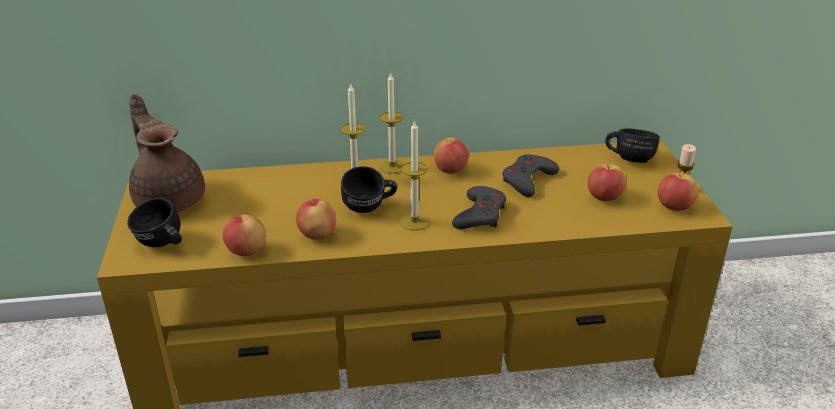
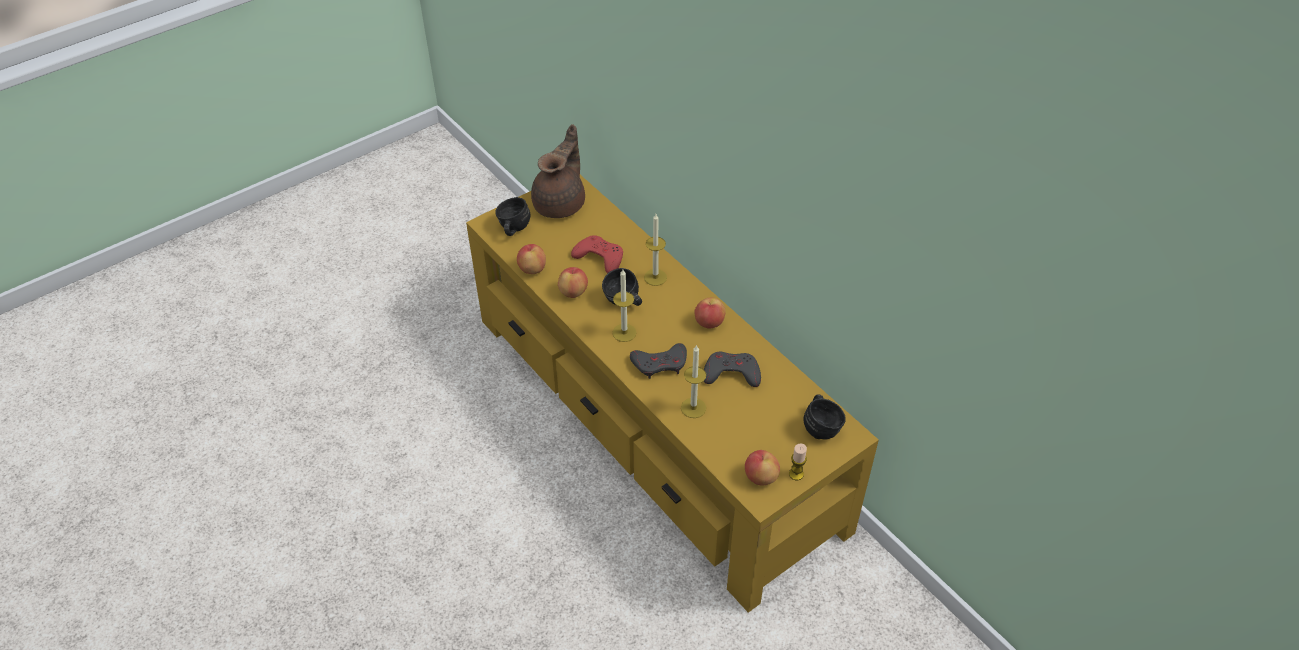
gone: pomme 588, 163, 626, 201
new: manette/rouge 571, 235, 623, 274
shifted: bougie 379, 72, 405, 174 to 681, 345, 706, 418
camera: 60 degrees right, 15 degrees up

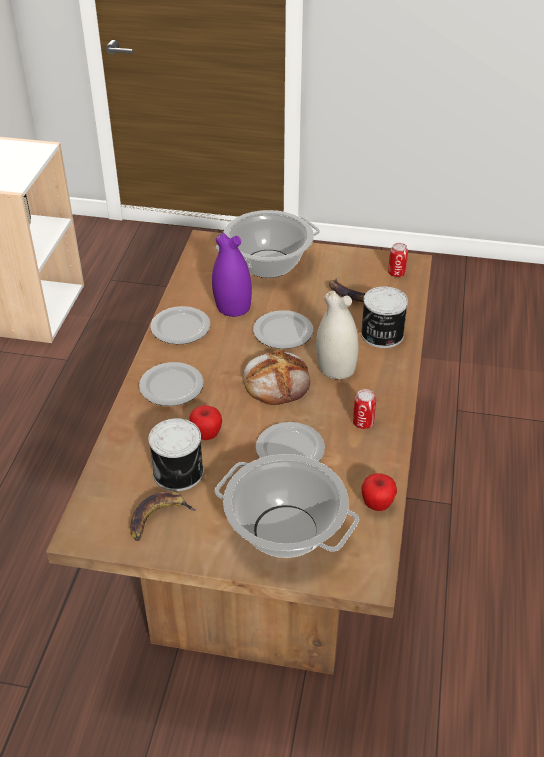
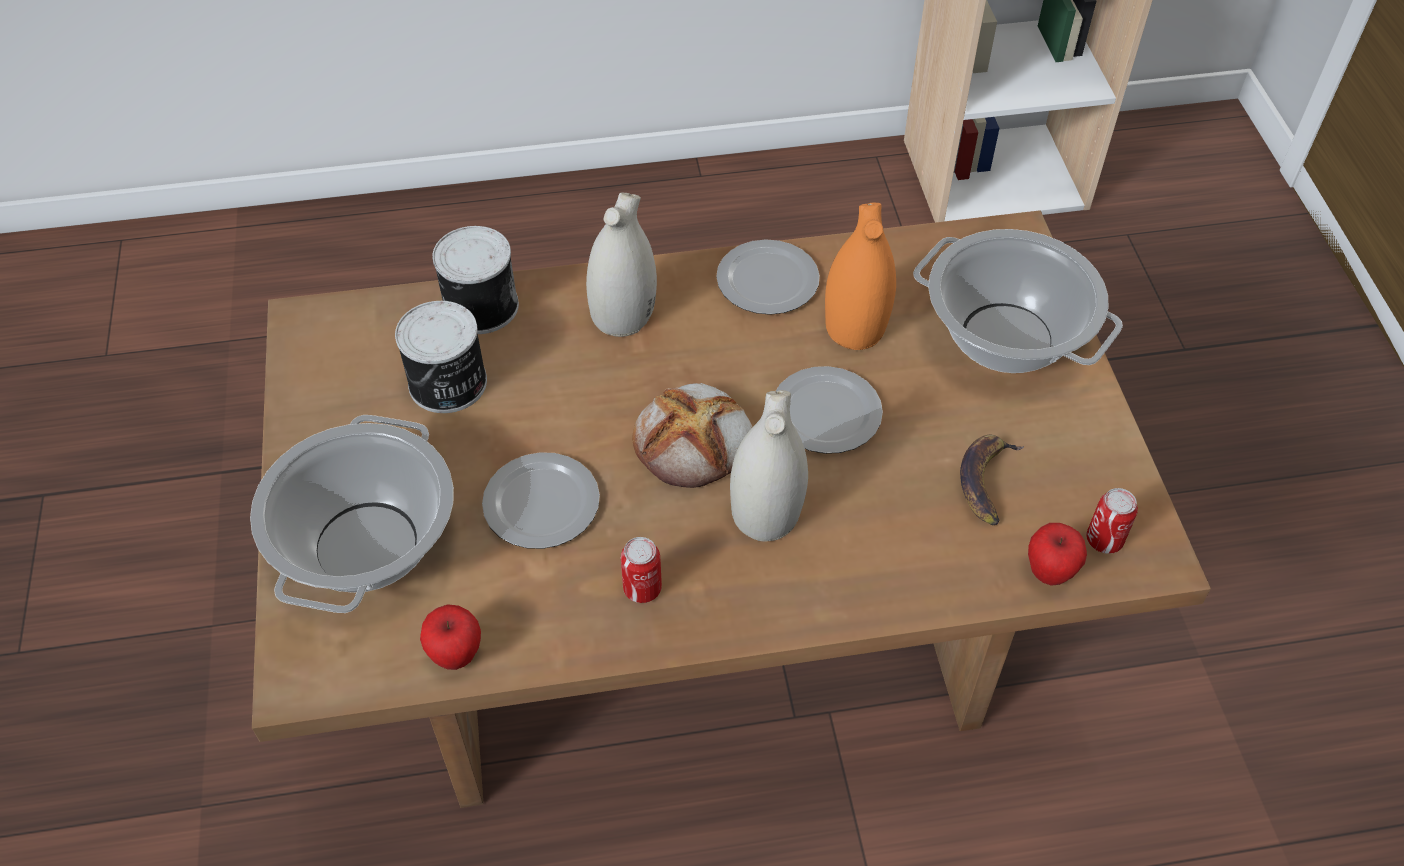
gone: banane 130, 491, 195, 541
shifted: pomme 189, 405, 222, 440 to 1028, 523, 1087, 586; boîte métallique 361, 286, 408, 348 to 432, 226, 519, 334
swapped: assiette 139, 362, 204, 406 to vase/blanc 586, 192, 657, 337
repainted: vase/violet 212, 233, 252, 317 to vase/orange 825, 202, 896, 350
camera: 70 degrees right, 10 degrees up

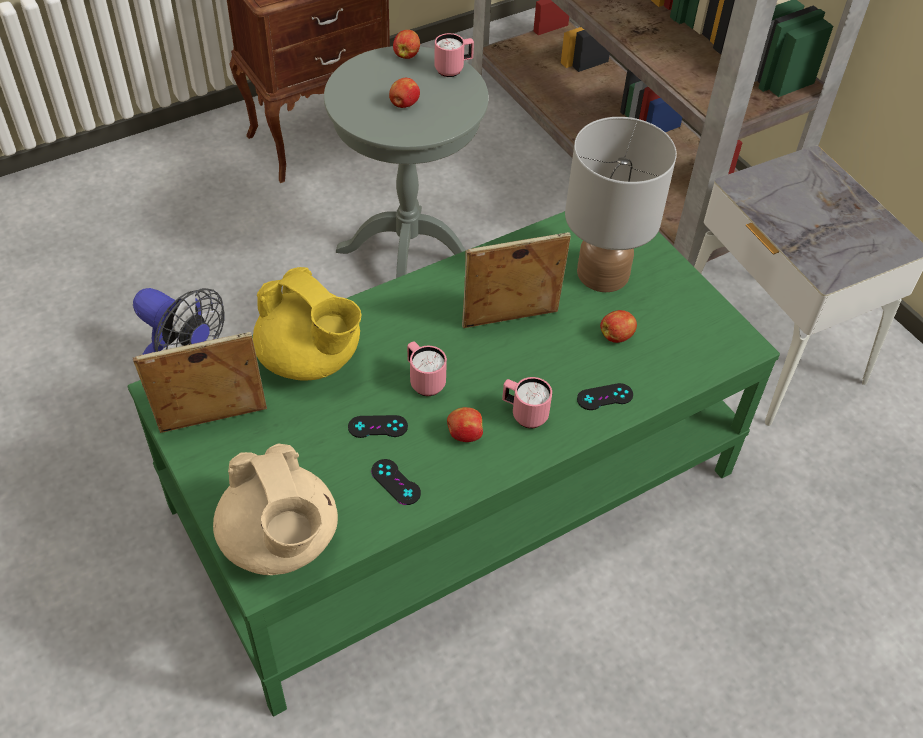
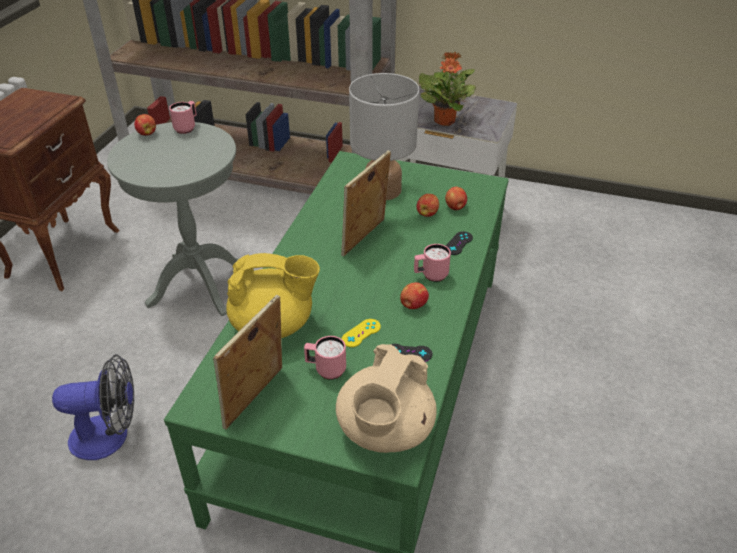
new: plante en pot 419, 52, 476, 126
shifted: pomme 389, 78, 420, 108 to 445, 187, 467, 210; mug/rose 407, 341, 447, 396 to 304, 336, 346, 380
repainted: manette/noir 348, 415, 408, 438 to manette/jaune 341, 319, 381, 347
rotated: théière/beige 213, 443, 338, 575 = 336, 344, 437, 453 90 degrees clockwise
camera: 40 degrees left, 10 degrees down

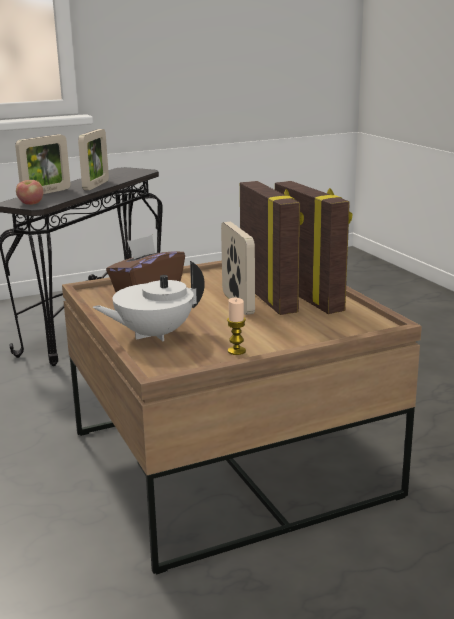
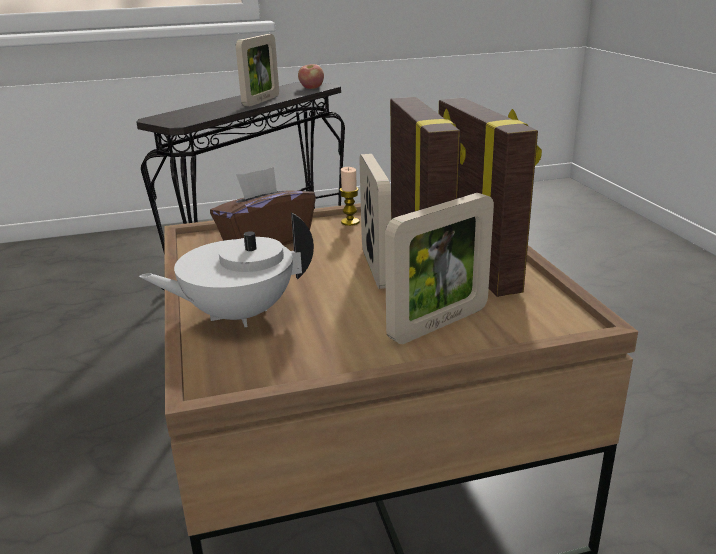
shifted: cadre photo 15, 134, 70, 194 to 385, 193, 494, 344; pomme 16, 180, 44, 205 to 298, 64, 324, 89; bougie 227, 298, 246, 355 to 340, 167, 360, 226
camera: 10 degrees right, 5 degrees up

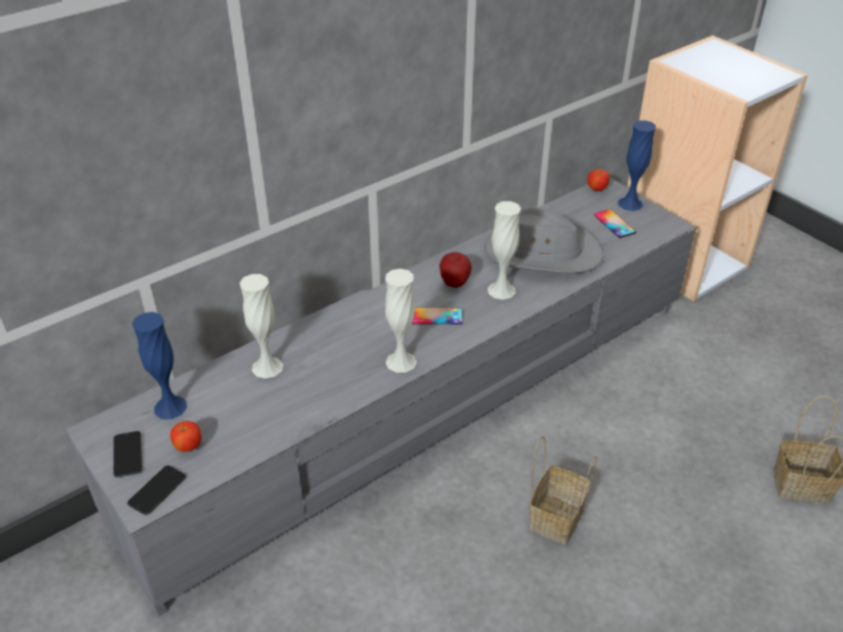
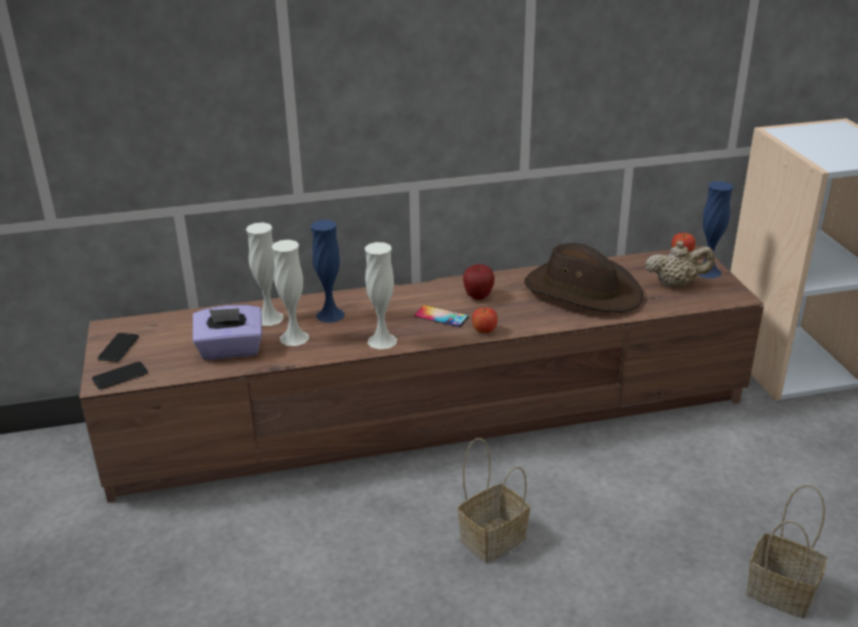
new: boîte à mouchoirs/violet 193, 305, 262, 360
shifted: vase/bleu 132, 312, 187, 419 to 311, 220, 345, 323; pomme 170, 421, 202, 452 to 472, 307, 498, 333; vase/blanc 488, 201, 521, 300 to 272, 240, 309, 346
swapped: téléphone 594, 209, 636, 238 to théière/beige 645, 241, 715, 287
repainted: meuble télé/gris 65, 177, 696, 616 to meuble télé/marron 79, 246, 764, 503; chapeau/gris 484, 208, 603, 273 to chapeau/marron 524, 243, 643, 313
camera: 25 degrees right, 10 degrees down

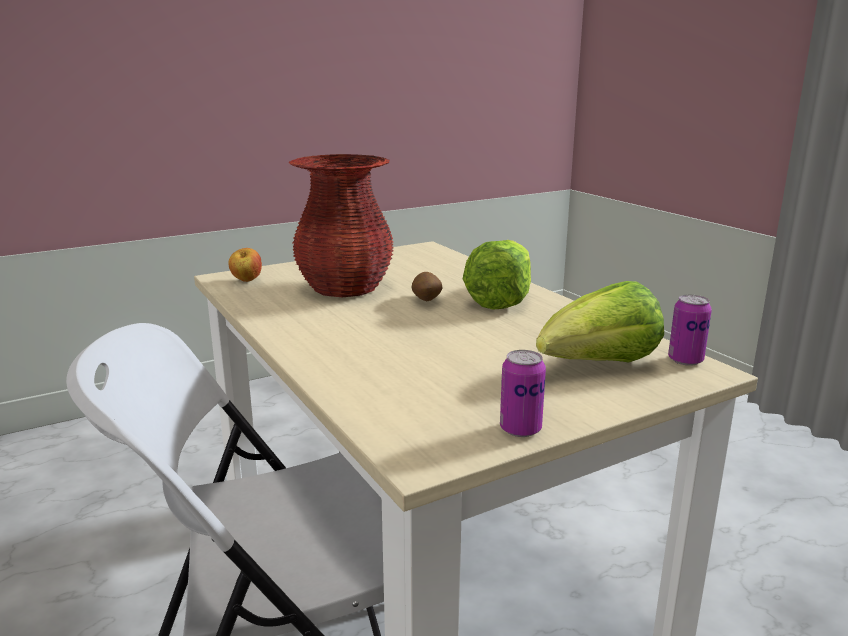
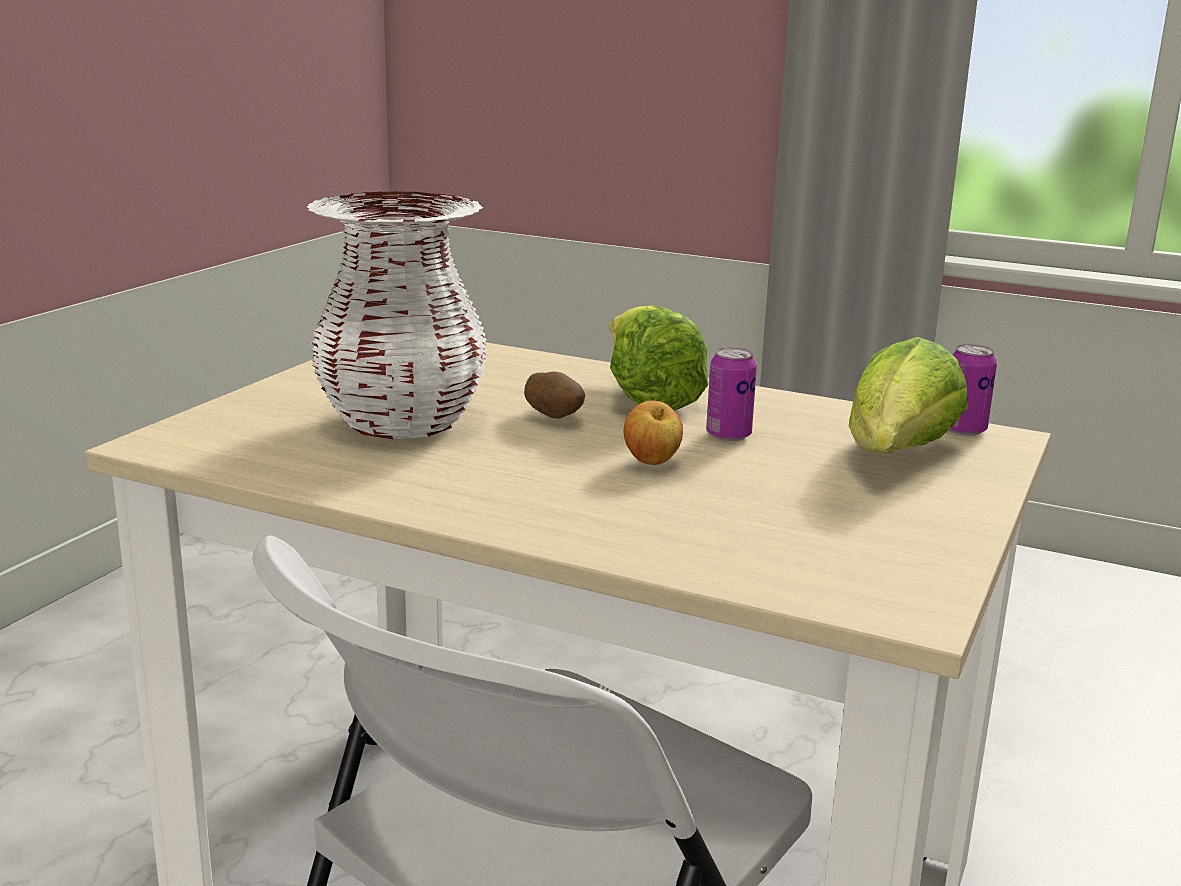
shifted: pomme 228, 248, 262, 282 to 623, 400, 683, 465; boîte métallique 500, 350, 546, 437 to 706, 347, 757, 441
repainted: vase/rouge 289, 154, 394, 297 to vase/blanc 306, 191, 487, 439
camera: 35 degrees left, 0 degrees up

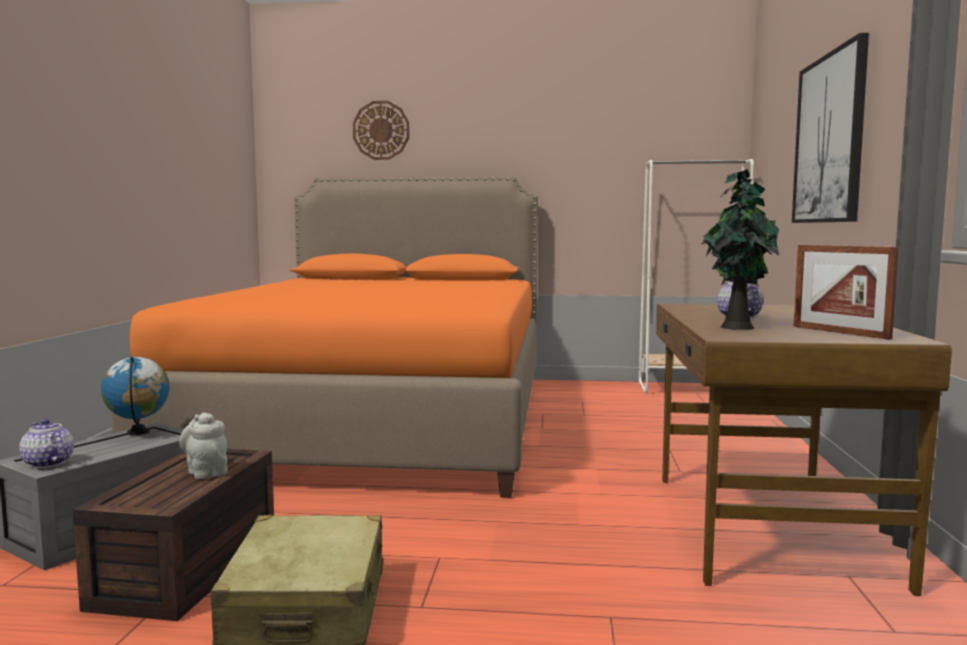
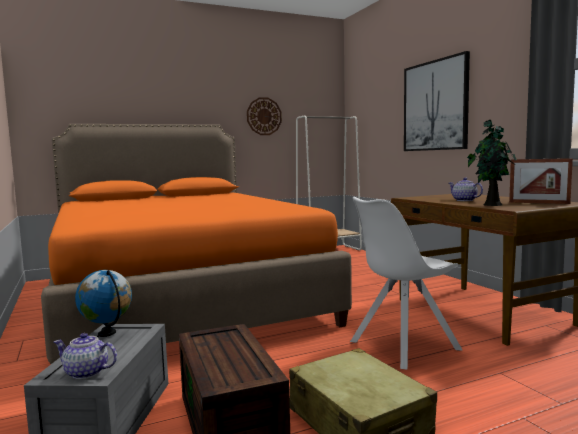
gone: théière/gris 179, 412, 227, 479
new: chaise/blanc 350, 197, 463, 369
shifted: horloge murale 353, 101, 410, 160 to 247, 97, 282, 135
camera: 30 degrees left, 0 degrees up

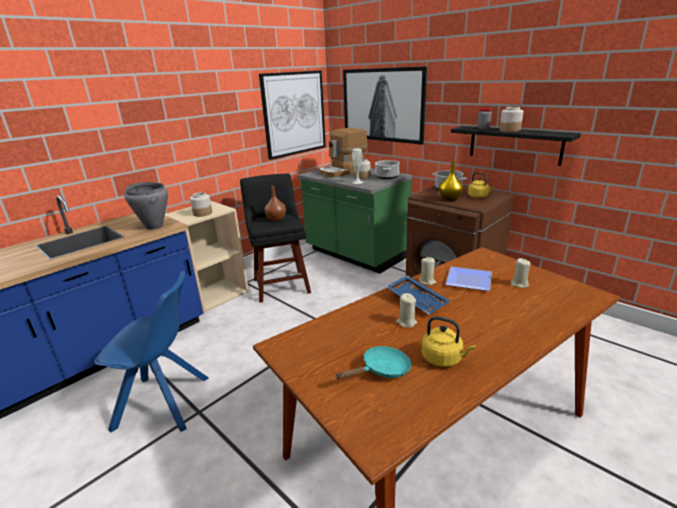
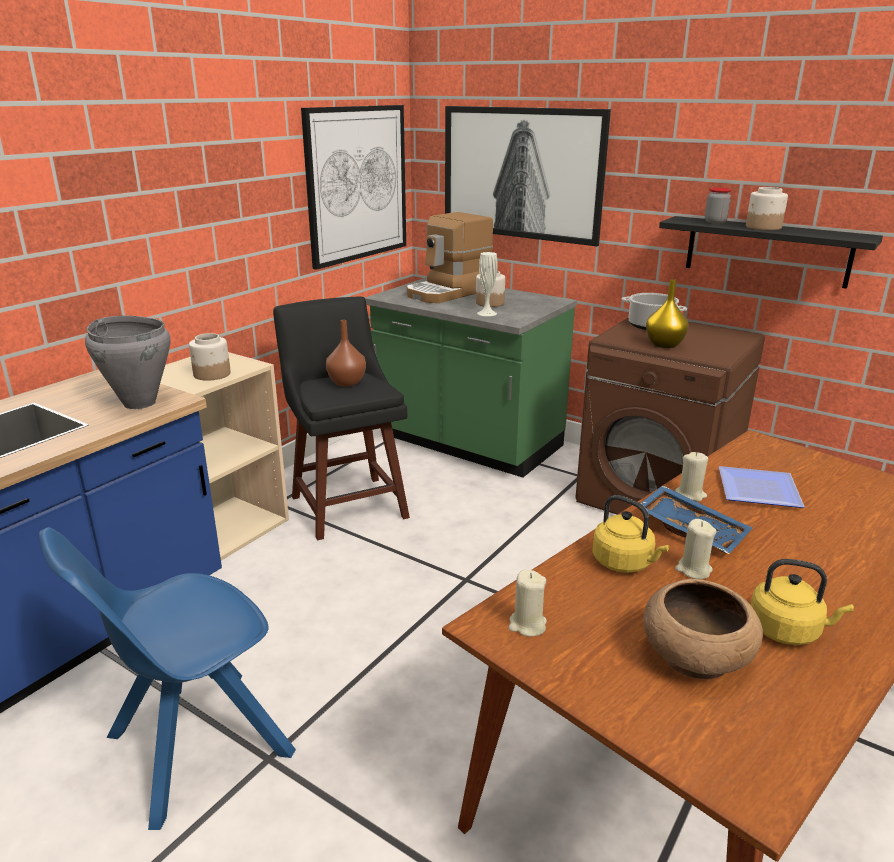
gone: marmite 375, 160, 400, 179
shifted: bouilloire/jaune 468, 172, 494, 198 to 592, 495, 669, 573; bougie/beige 511, 258, 530, 288 to 508, 569, 547, 637
swapped: poêle/turquoise 335, 346, 412, 379 to bol/marron 643, 579, 763, 679
rotated: chaise/bleu 94, 271, 209, 432 = 39, 527, 296, 830 150 degrees clockwise
camera: 10 degrees left, 0 degrees up

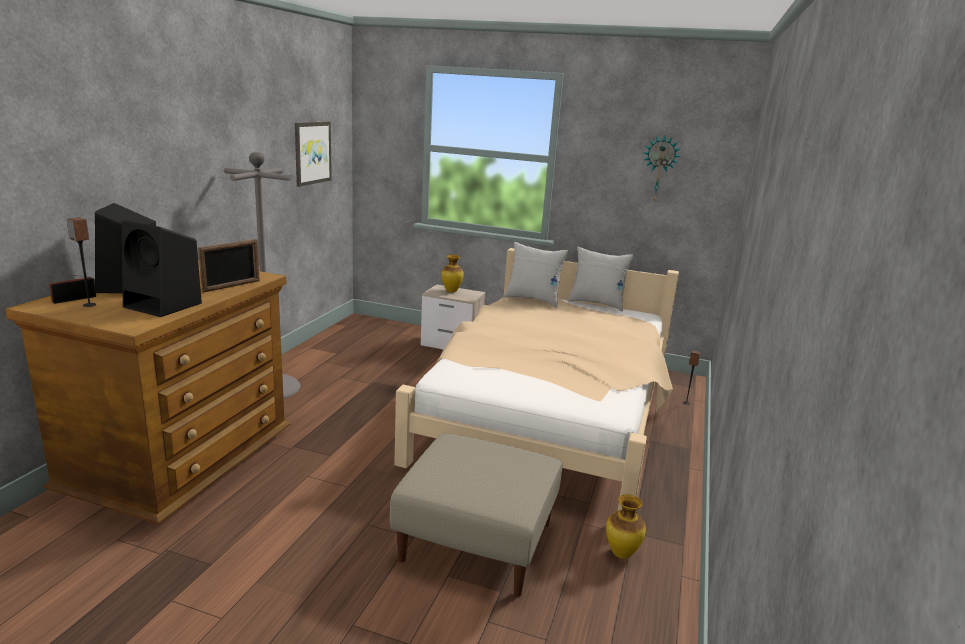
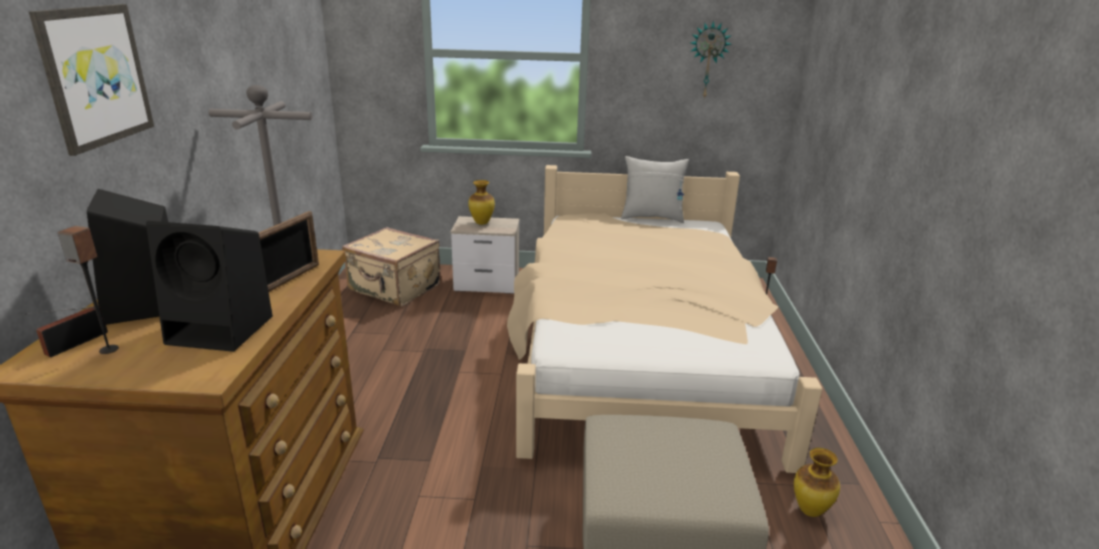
gone: coussin/gris 504, 242, 568, 308
new: valise/beige 342, 227, 441, 306
shifted: tableau 295, 121, 332, 187 to 29, 4, 154, 156
camera: 15 degrees left, 5 degrees up

